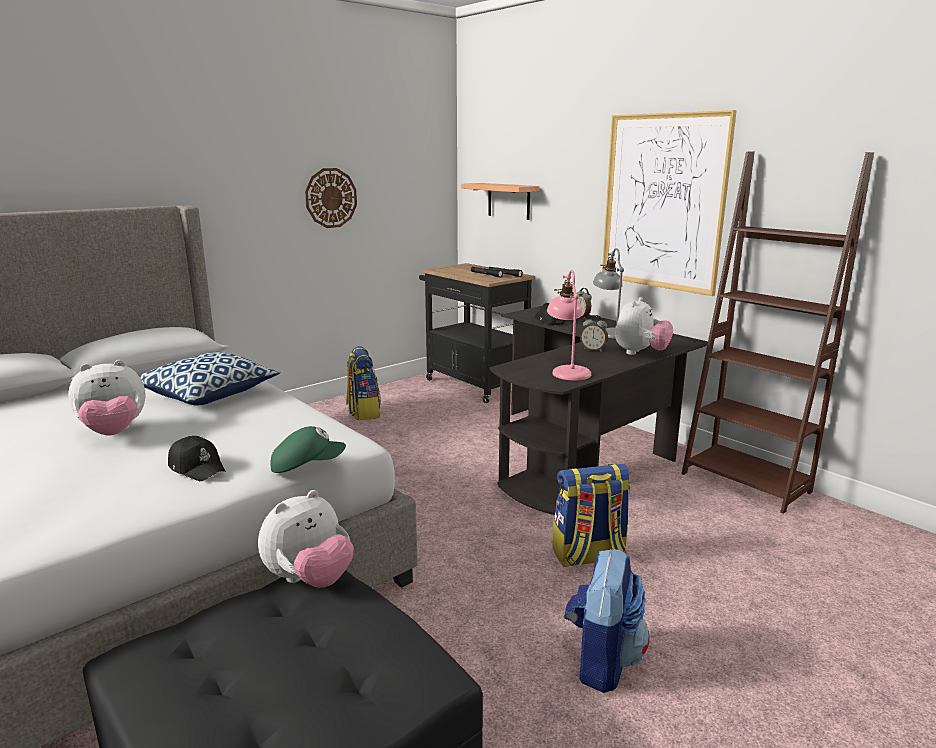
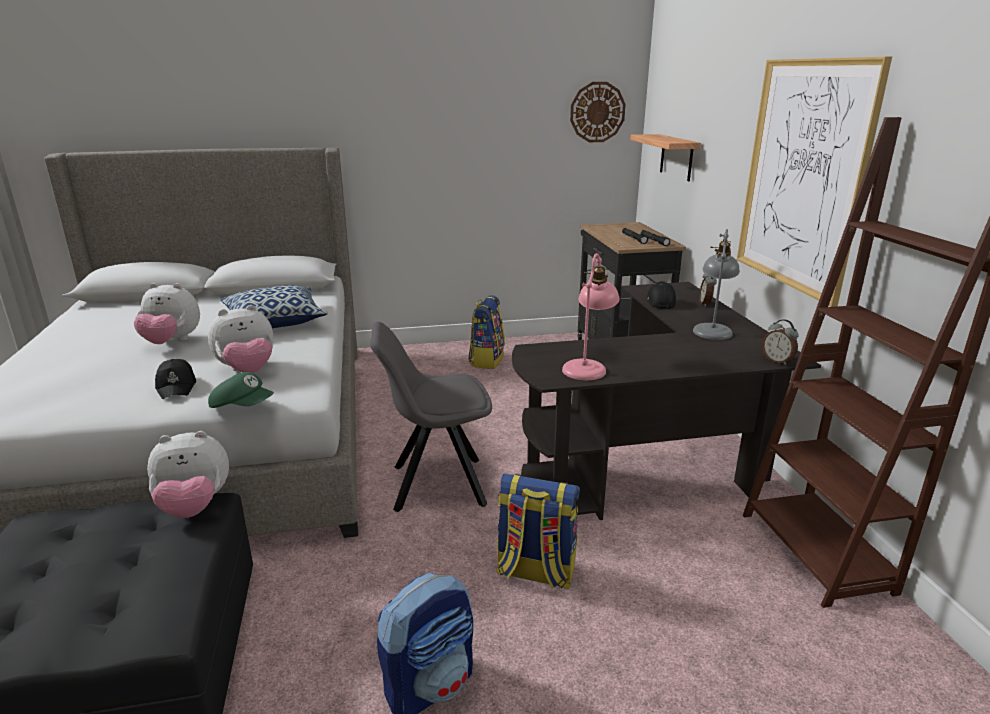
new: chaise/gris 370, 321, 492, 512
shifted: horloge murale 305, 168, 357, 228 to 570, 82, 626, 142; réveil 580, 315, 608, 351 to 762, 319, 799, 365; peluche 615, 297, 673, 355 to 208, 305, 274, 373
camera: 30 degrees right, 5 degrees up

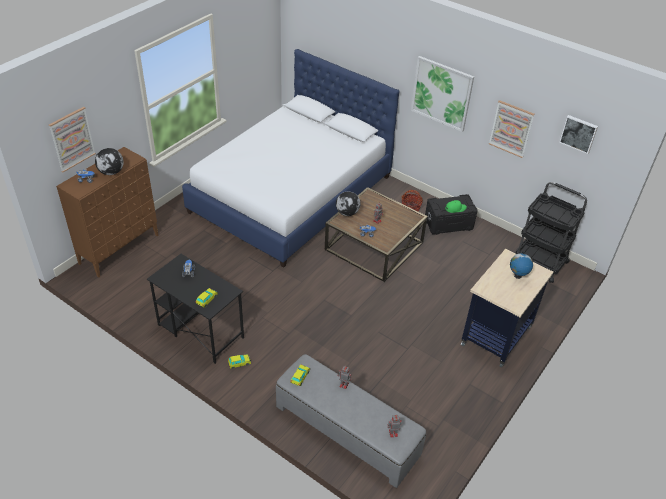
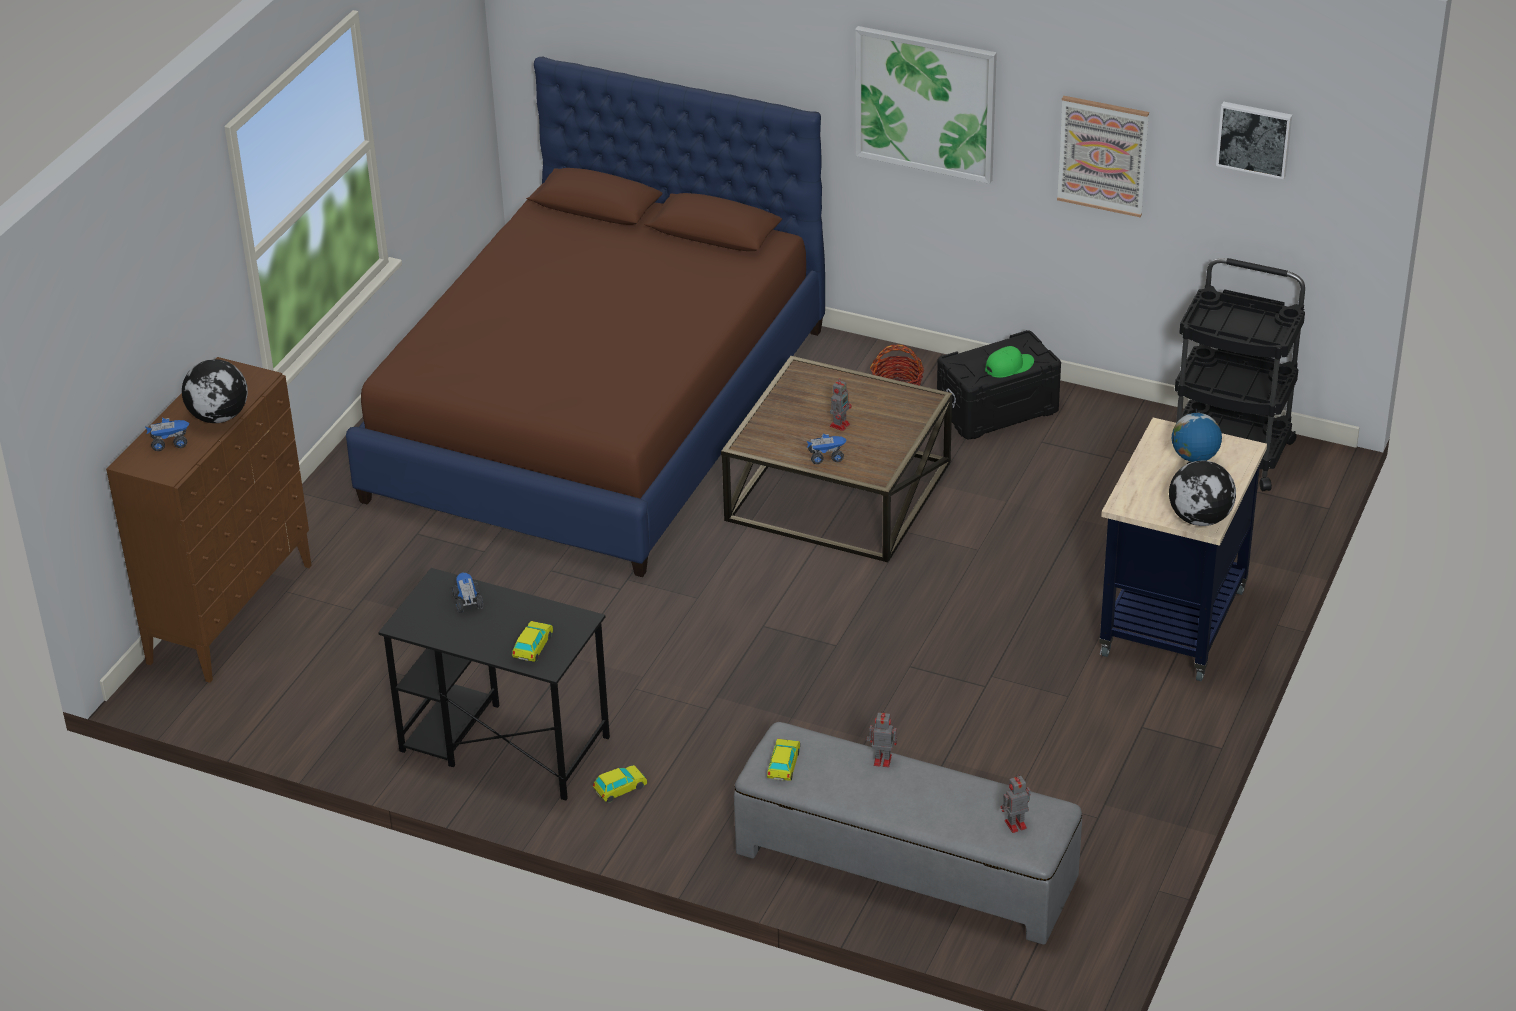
gone: tableau 49, 107, 96, 172
shifted: globe 336, 192, 361, 216 to 1169, 460, 1236, 526
repainted: lit/blanc 182, 49, 399, 268 to lit/marron 346, 57, 825, 577
camera: 10 degrees left, 5 degrees down

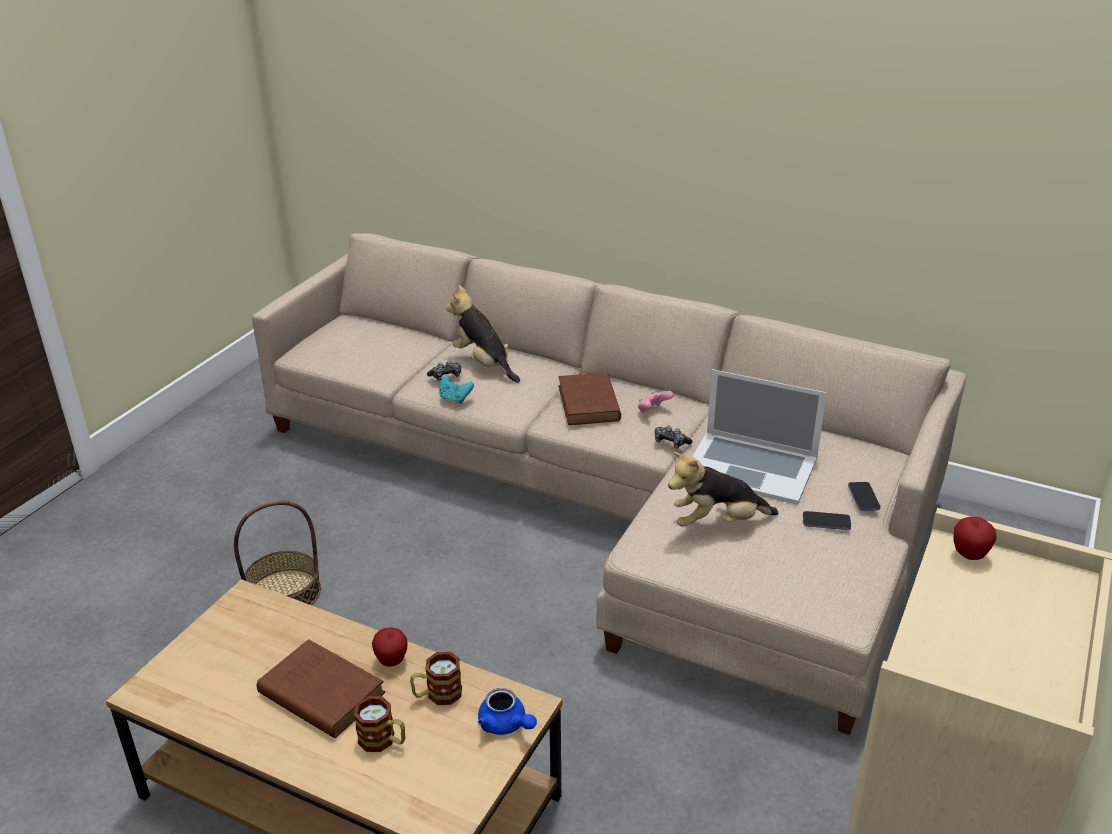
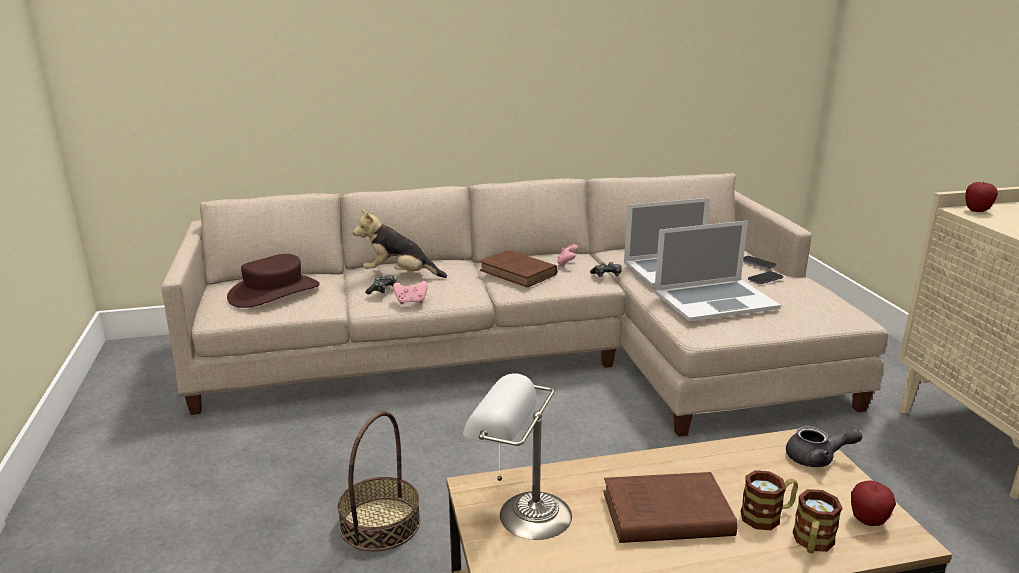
new: chapeau/marron 227, 254, 320, 308; lampe de table/blanc 463, 373, 572, 540
shifted: pomme 372, 627, 407, 667 to 851, 480, 896, 526; mug 410, 652, 462, 705 to 792, 489, 842, 553
swapped: peluche 668, 452, 778, 527 to ordinateur portable 654, 221, 781, 322
repainted: manette/turquoise 439, 374, 474, 404 to manette/rose 393, 281, 428, 305; théière/bleu 478, 688, 537, 735 to théière/gris 786, 426, 863, 467
camera: 40 degrees left, 10 degrees down

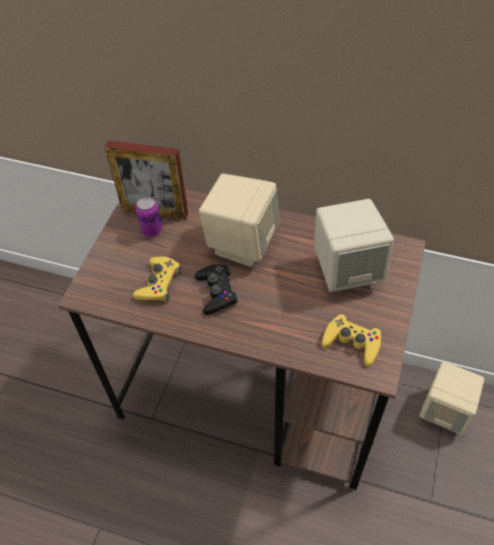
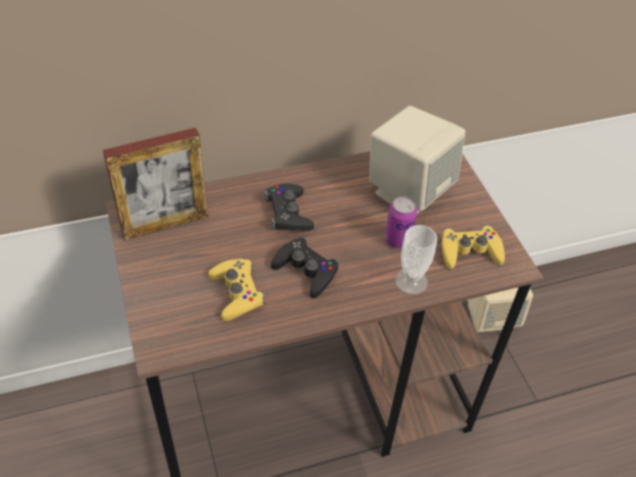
new: tasse 395, 225, 437, 295
shifted: boîte métallique 136, 196, 162, 237 to 385, 197, 417, 248
swapped: enceinte/beige 199, 174, 280, 267 to manette/noir 264, 184, 314, 231
camera: 40 degrees left, 5 degrees down

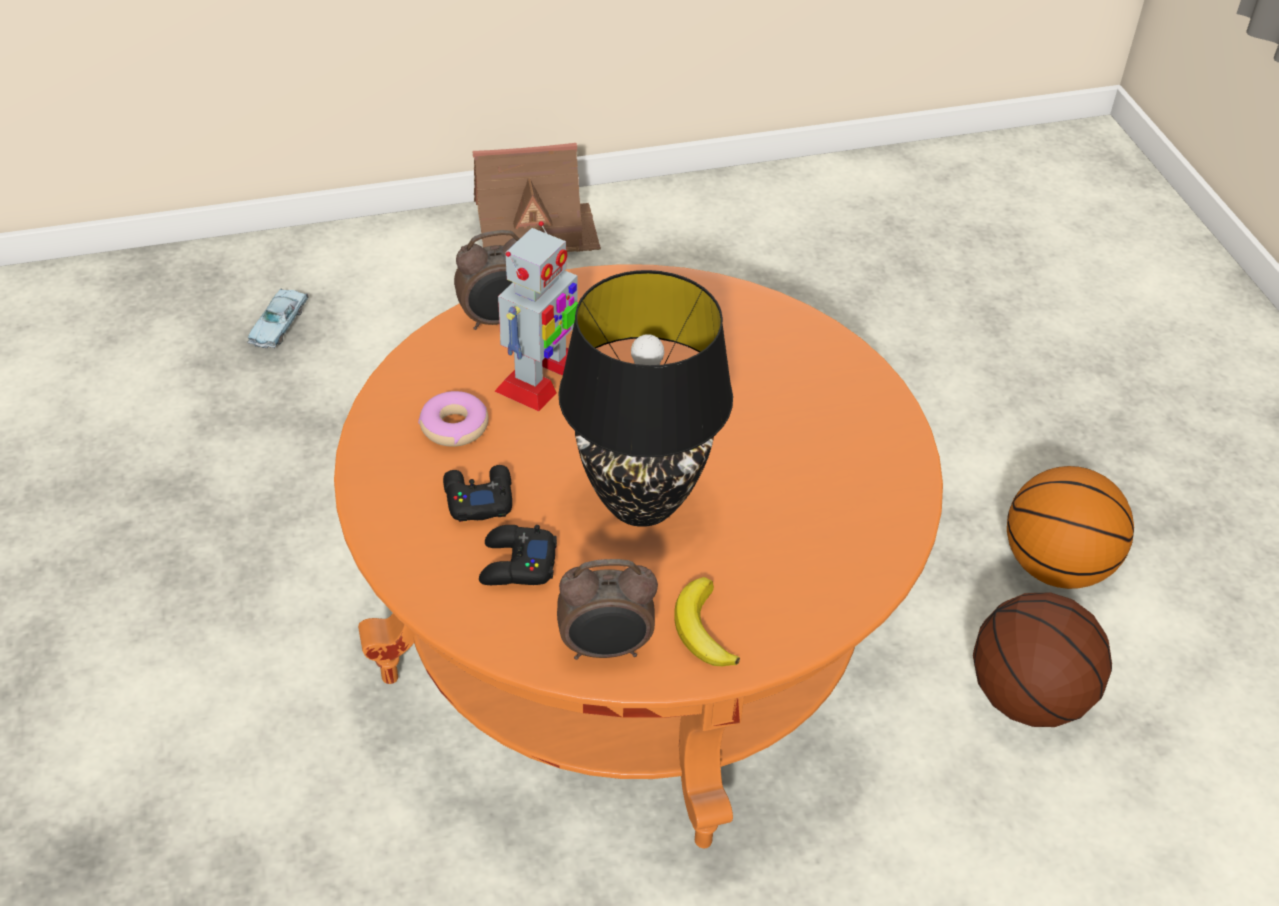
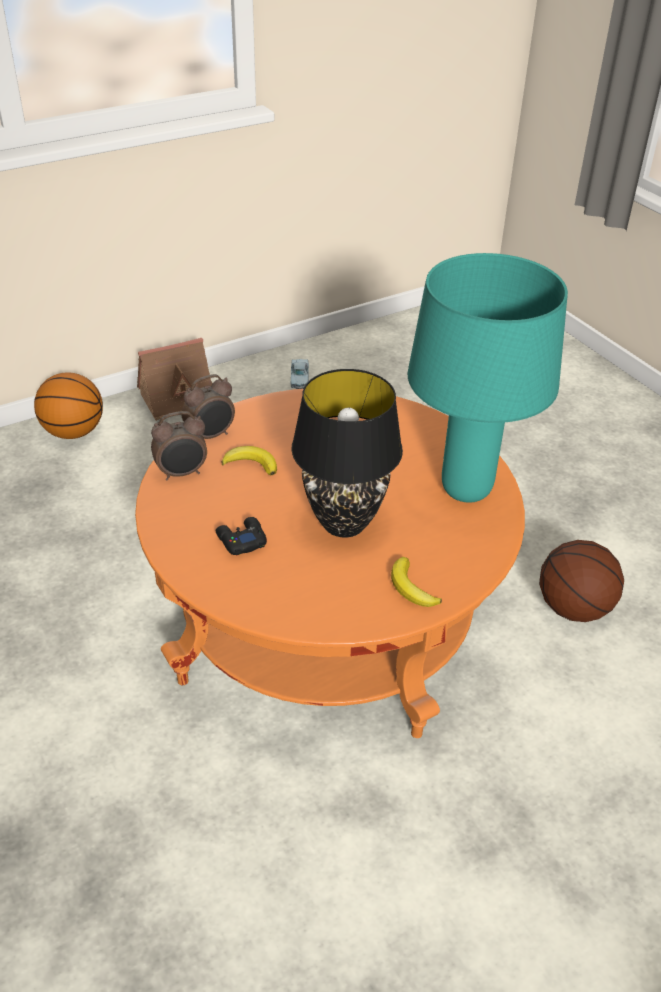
gone: beignet 418, 391, 489, 447; manette/noir 479, 525, 557, 585
new: lampe de table/turquoise 408, 253, 568, 503
shifted: petite voiture/bleu 247, 289, 309, 348 to 290, 359, 309, 389; réveil 557, 559, 658, 660 to 151, 411, 207, 481; ballon de basket 1007, 466, 1134, 589 to 34, 372, 103, 439
swapped: robot jouet 494, 221, 578, 411 to banane 221, 446, 277, 475
camera: 15 degrees left, 5 degrees down

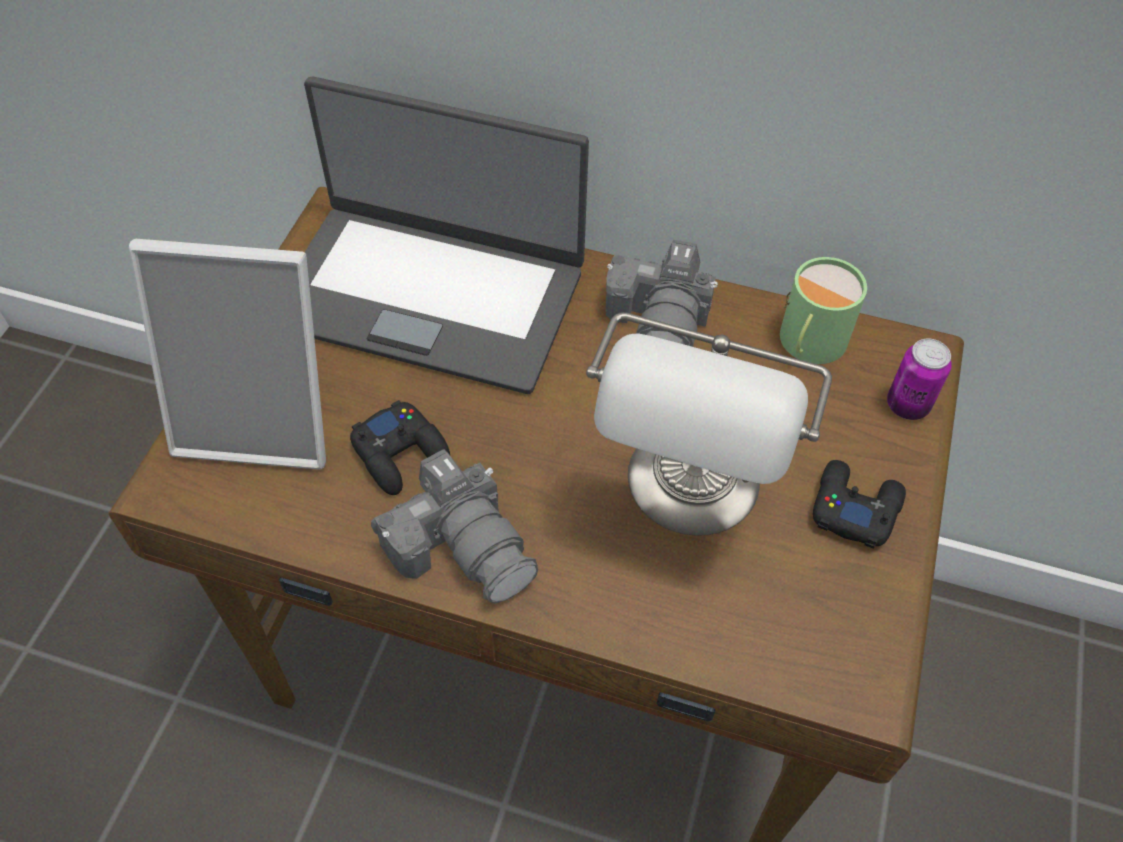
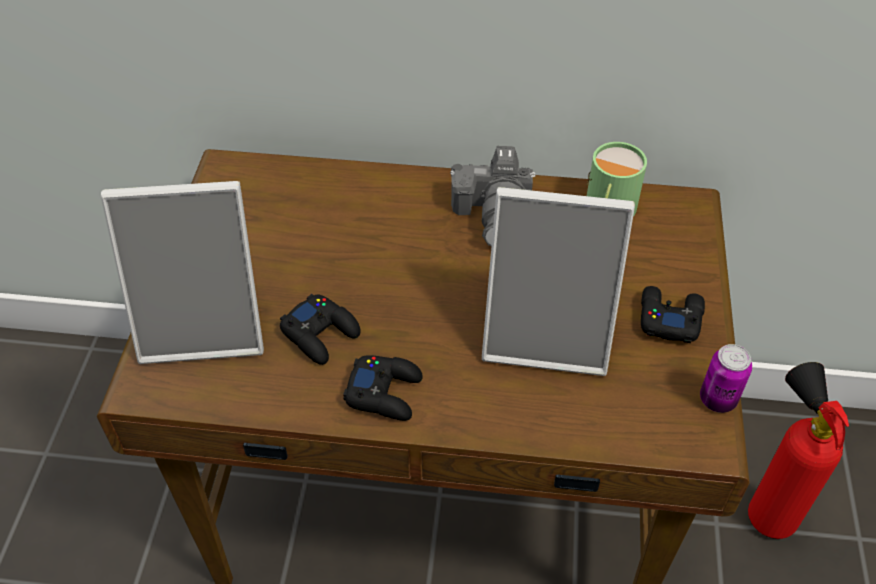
gone: ordinateur portable 304, 77, 589, 394
new: extincteur 748, 362, 849, 539
shifted: boîte métallique 887, 338, 952, 420 to 700, 344, 752, 413
swapped: appareil photo 371, 449, 538, 604 to manette/noir 343, 355, 423, 421; lampe de table/blanc 586, 312, 832, 536 to cadre photo 482, 187, 635, 376
camera: 10 degrees left, 5 degrees down

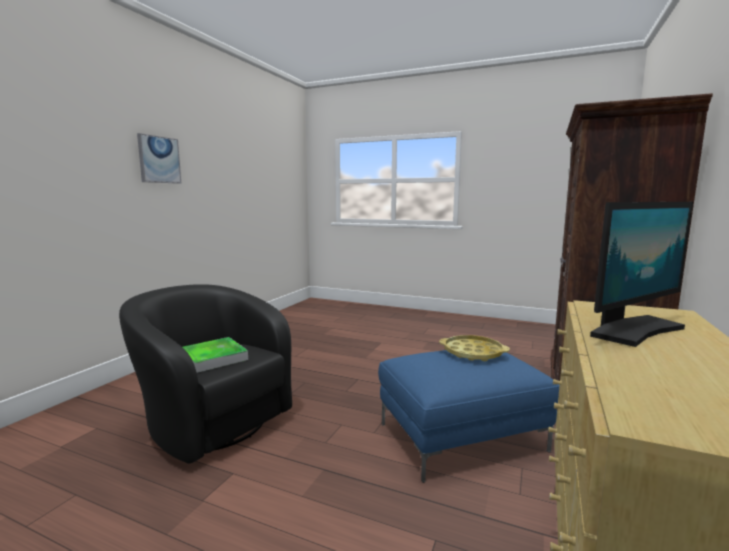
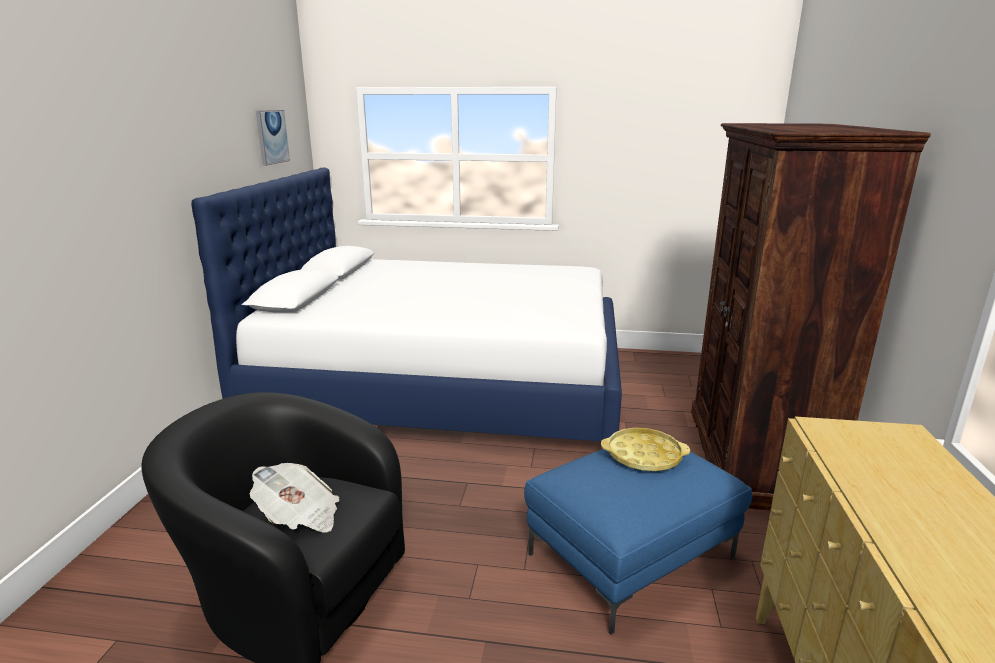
gone: écran d'ordinateur 590, 202, 693, 347
new: lit/blanc 191, 167, 622, 441
shifted: tableau 137, 133, 181, 184 to 256, 110, 290, 166
swapped: plateau 183, 337, 248, 373 to journal 249, 463, 339, 533
camera: 15 degrees left, 10 degrees up

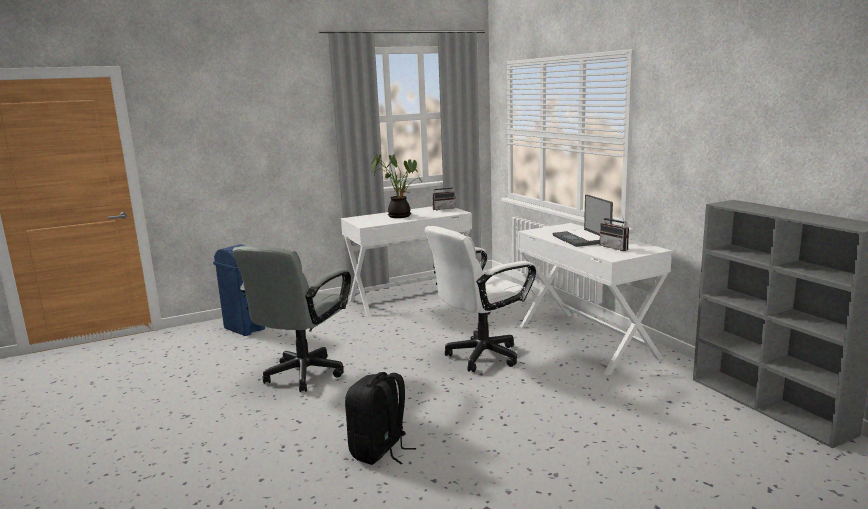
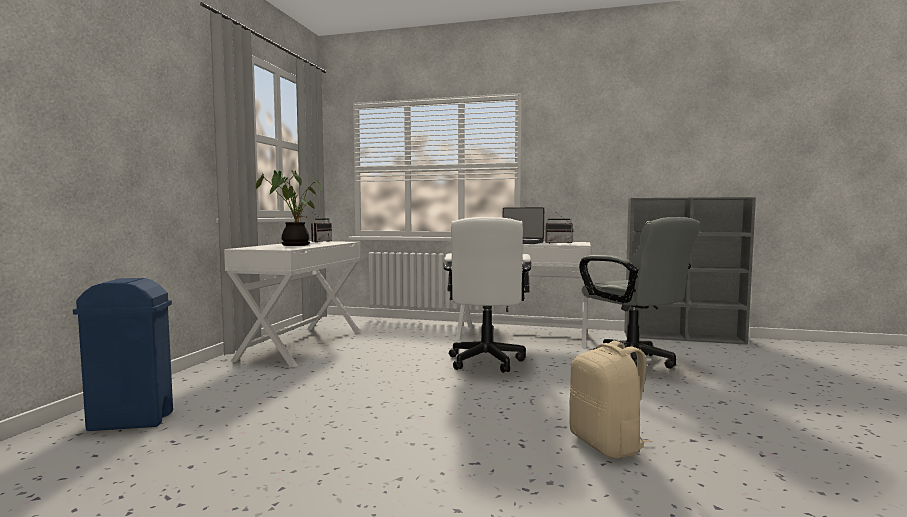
shifted: chaise de bureau/gris 232, 245, 351, 392 to 579, 217, 700, 369
repainted: sac à dos/noir 345, 372, 416, 465 to sac à dos/beige 569, 341, 652, 459
camera: 50 degrees left, 10 degrees down

